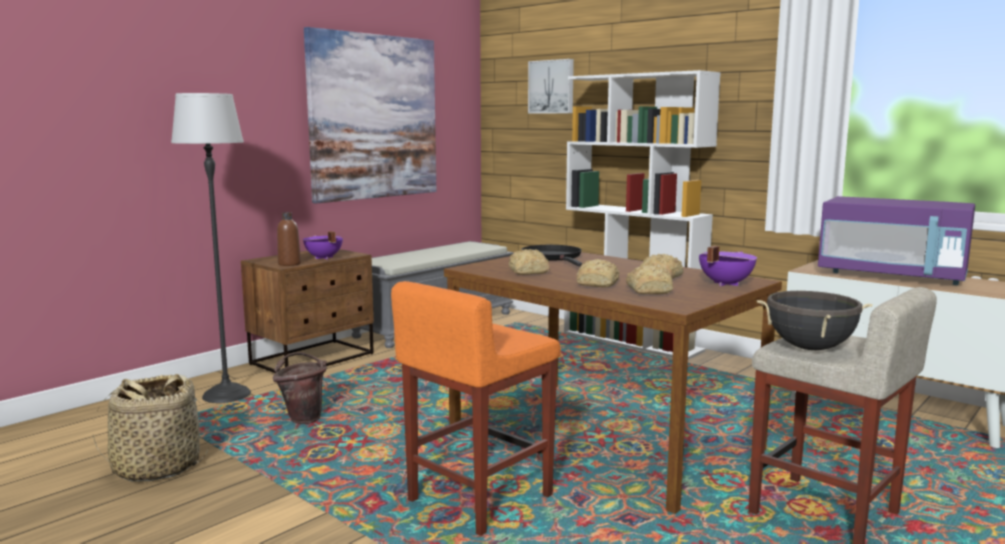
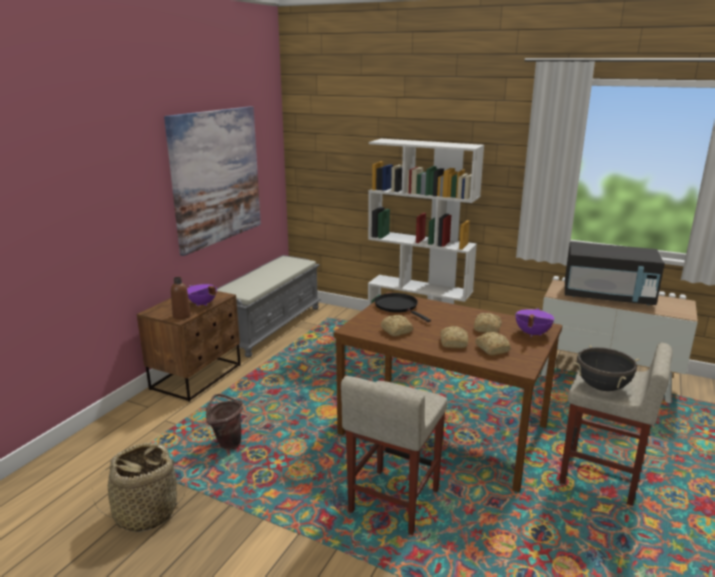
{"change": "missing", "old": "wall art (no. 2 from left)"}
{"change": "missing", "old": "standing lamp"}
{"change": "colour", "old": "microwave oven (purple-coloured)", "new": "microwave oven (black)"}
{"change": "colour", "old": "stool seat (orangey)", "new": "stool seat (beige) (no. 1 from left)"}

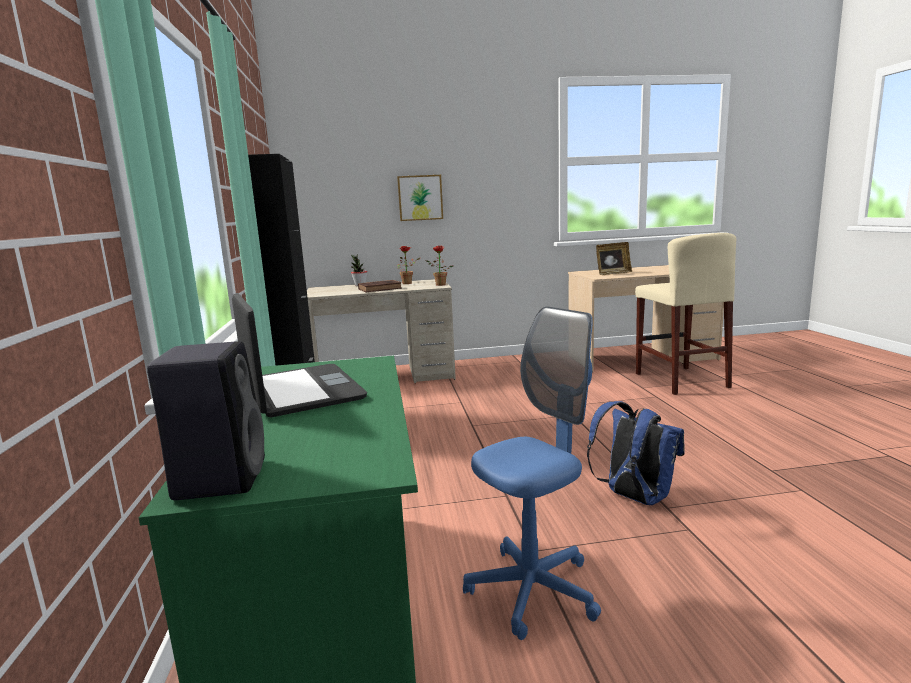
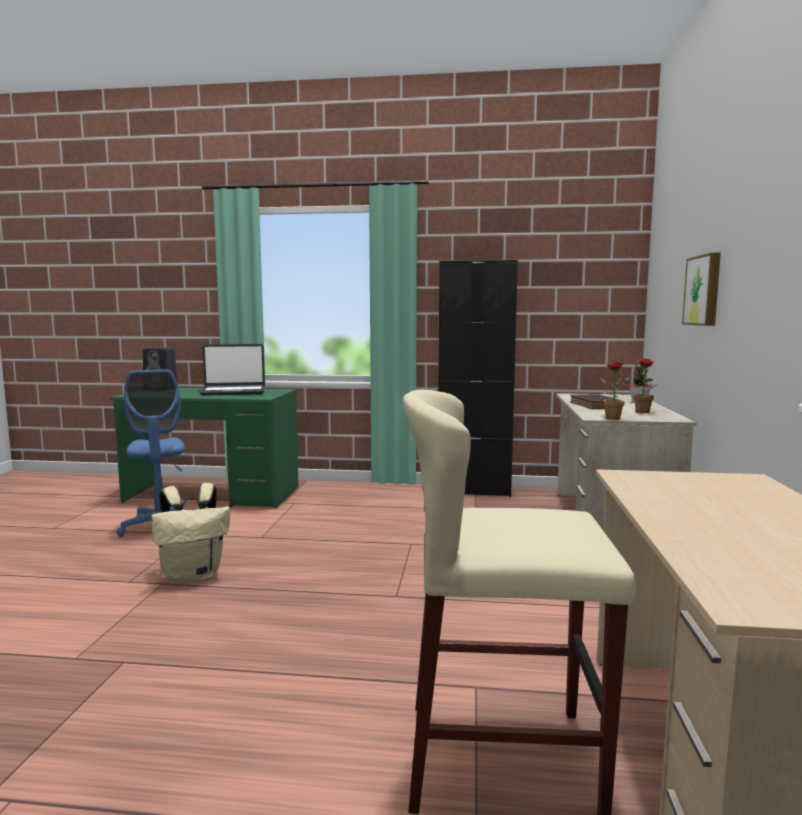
{"change": "missing", "old": "picture frame"}
{"change": "colour", "old": "rucksack (bluish)", "new": "rucksack (beige)"}

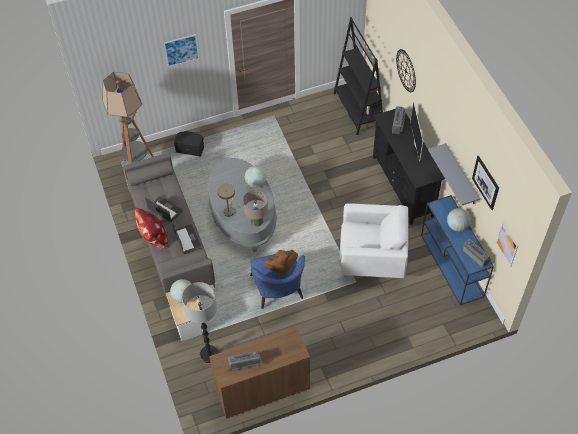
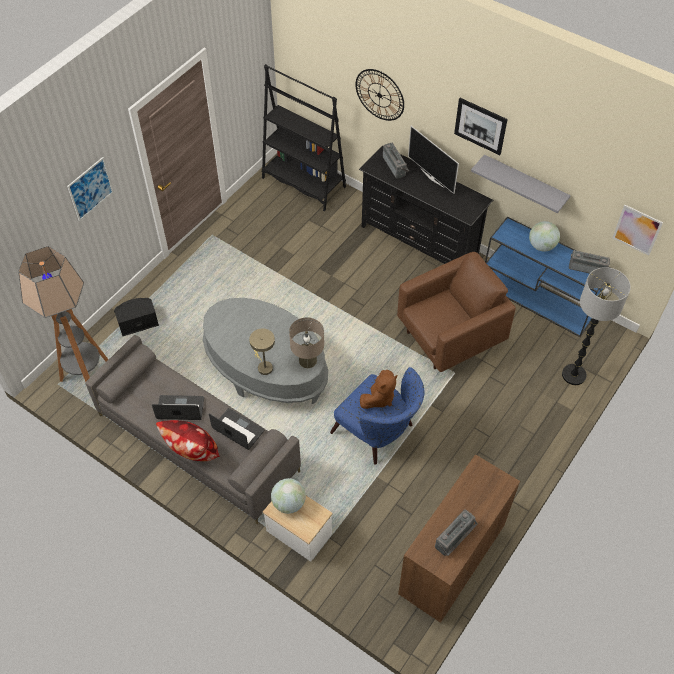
{"change": "relocated", "old": "wall art (no. 2 from left)"}
{"change": "missing", "old": "world globe (no. 2 from left)"}
{"change": "colour", "old": "lounge chair (white-coloured)", "new": "lounge chair (brown)"}
{"change": "relocated", "old": "standing lamp (no. 2 from left)"}

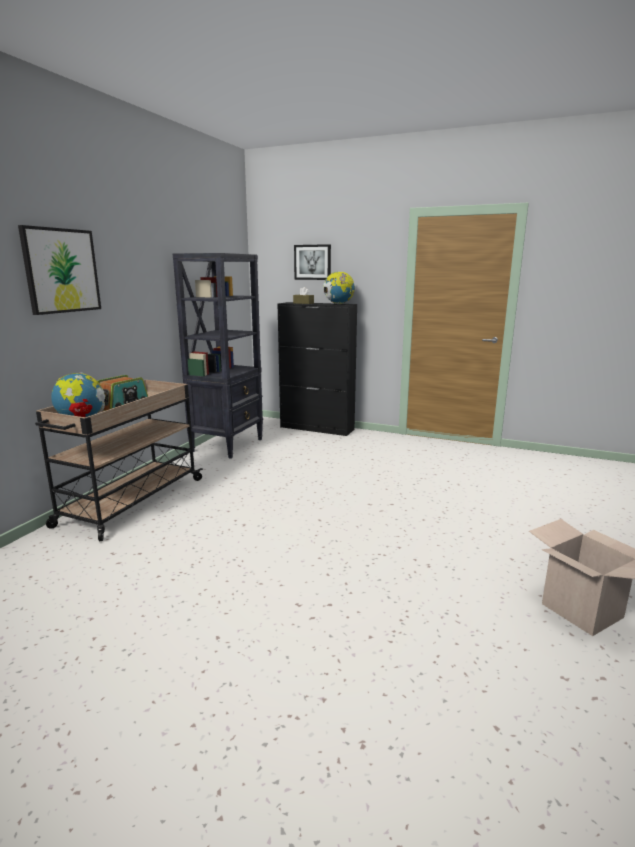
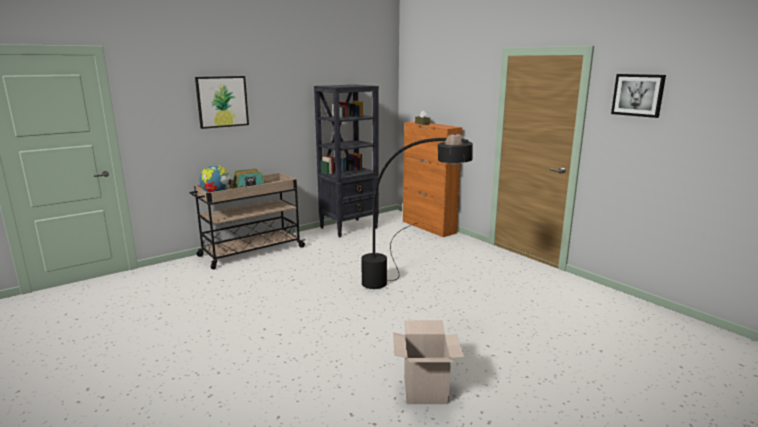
{"change": "relocated", "old": "wall art (no. 2 from left)"}
{"change": "missing", "old": "world globe (no. 2 from left)"}
{"change": "colour", "old": "storage cabinet (black)", "new": "storage cabinet (orangey)"}
{"change": "appeared", "new": "standing lamp (black)"}

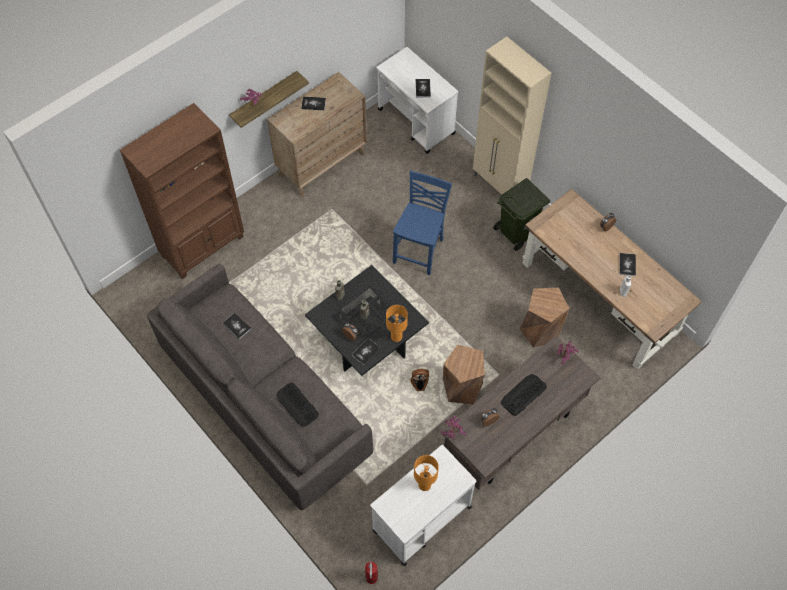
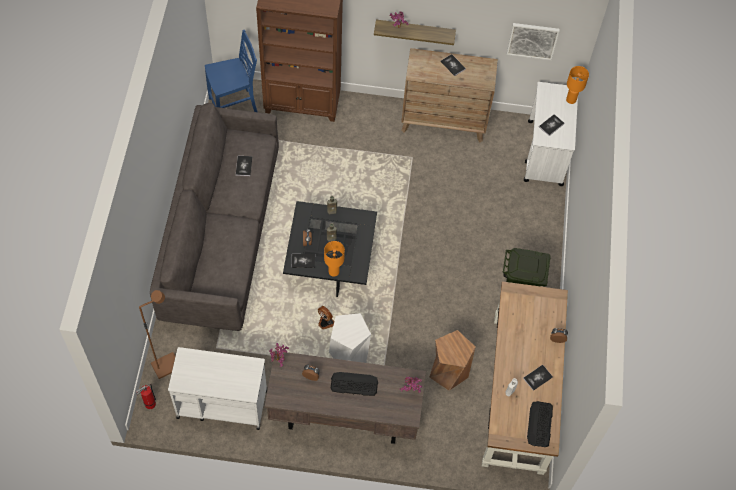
{"change": "missing", "old": "storage cabinet (beige)"}
{"change": "relocated", "old": "chair (bluish)"}
{"change": "colour", "old": "stool seat (brown) (no. 1 from left)", "new": "stool seat (white-coloured)"}
{"change": "relocated", "old": "PC keyboard (no. 1 from left in the first image)", "new": "PC keyboard (no. 2 from left)"}
{"change": "relocated", "old": "tabletop lamp (orangey) (no. 2 from left)"}
{"change": "appeared", "new": "wall art"}
{"change": "appeared", "new": "standing lamp (brown)"}

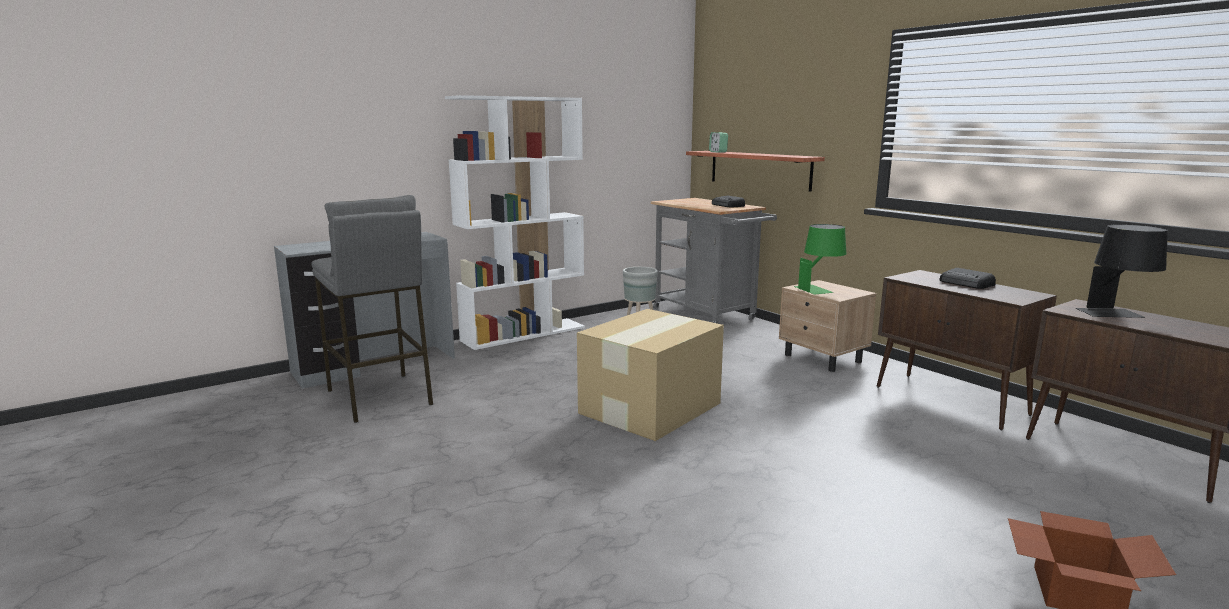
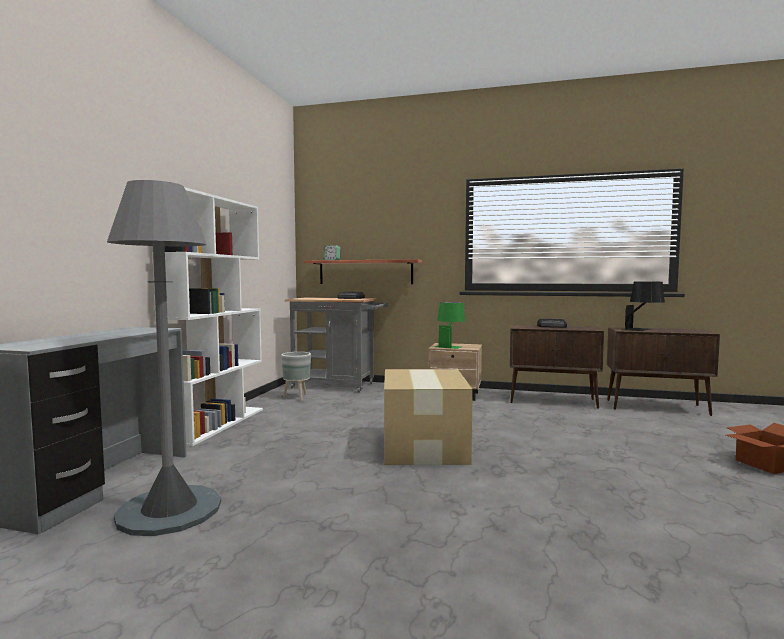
{"change": "exchanged", "old": "stool seat (gray)", "new": "standing lamp (gray)"}

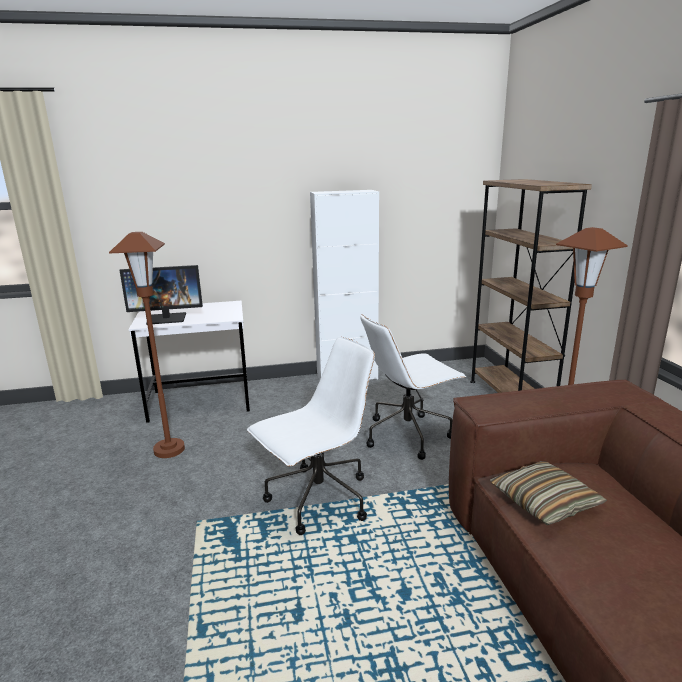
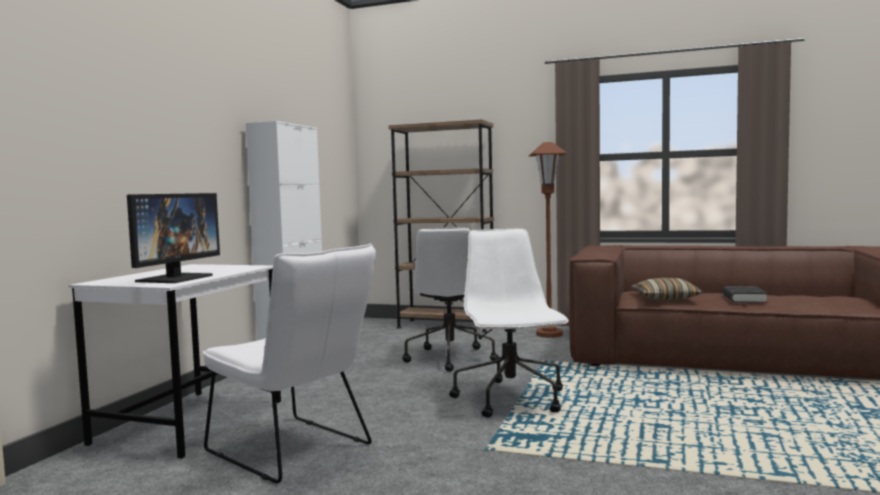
{"change": "exchanged", "old": "standing lamp (brown) (no. 1 from left)", "new": "chair (white-coloured)"}
{"change": "appeared", "new": "book (black)"}

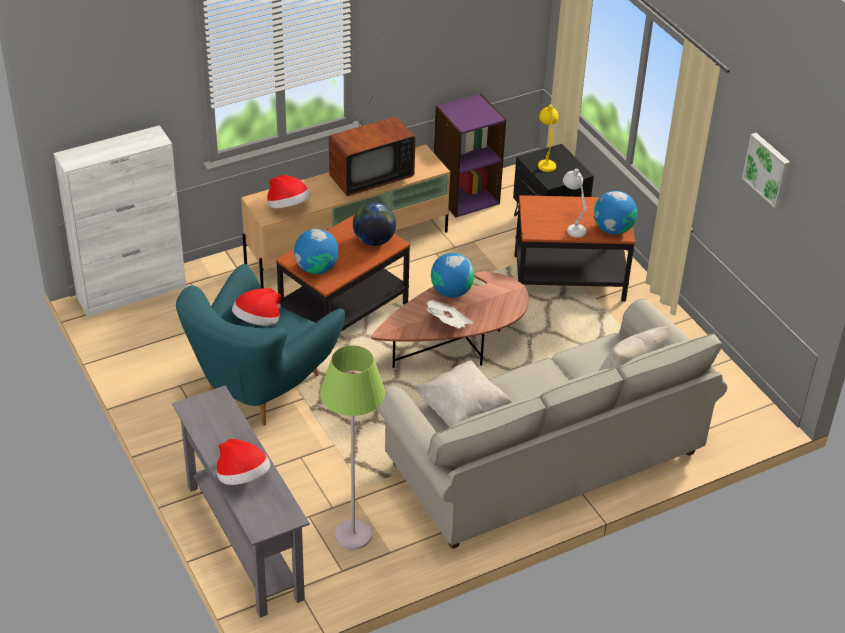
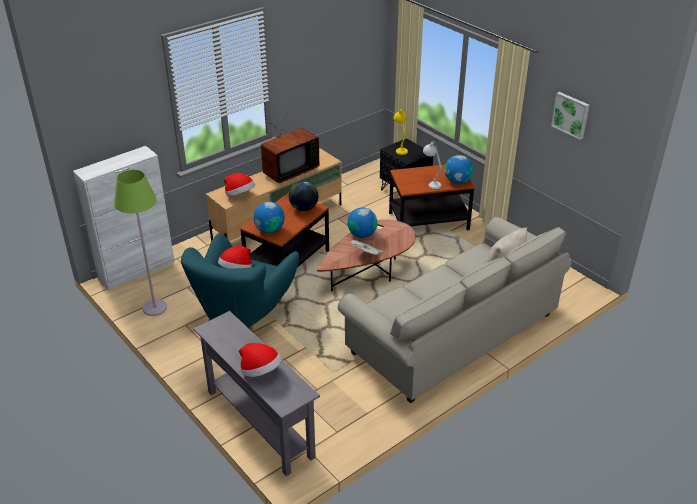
{"change": "missing", "old": "bookcase (purple-coloured)"}
{"change": "relocated", "old": "standing lamp (green)"}
{"change": "missing", "old": "cushion (beige) (no. 1 from left)"}

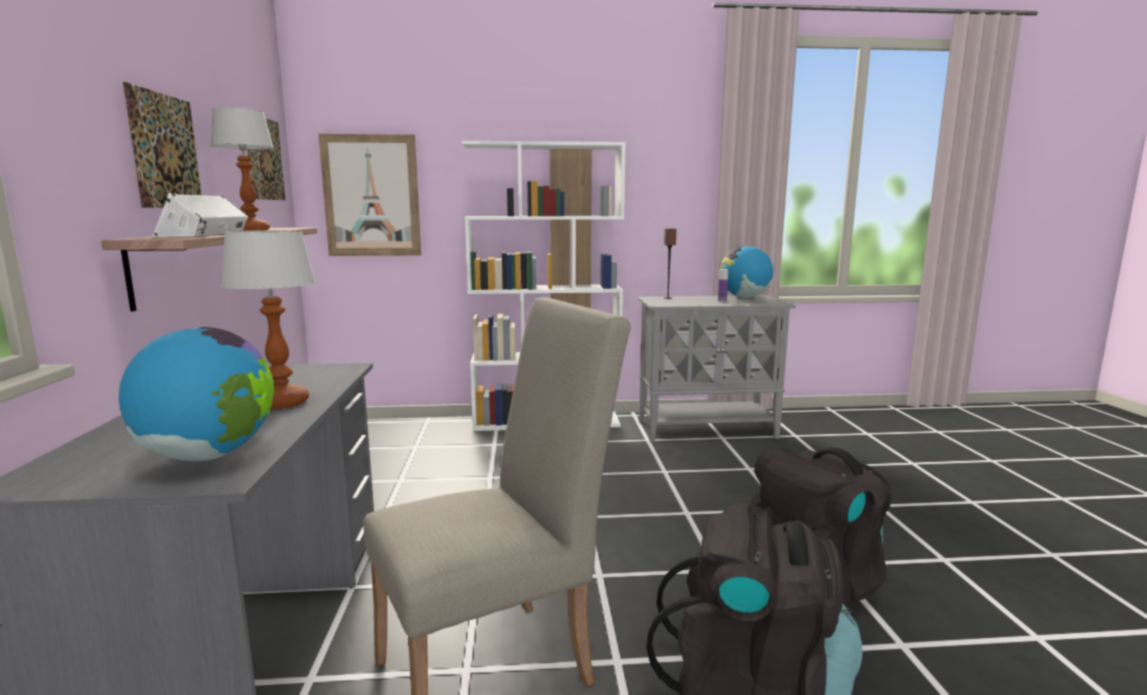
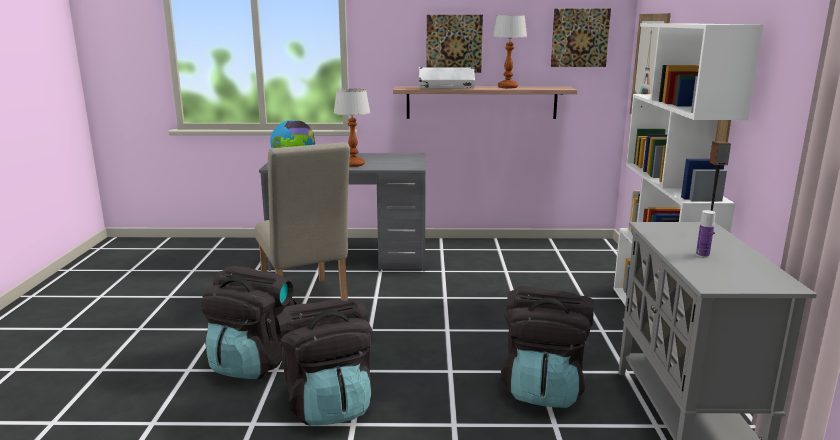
{"change": "missing", "old": "world globe (no. 2 from left)"}
{"change": "appeared", "new": "rucksack (black) (no. 3 from left)"}

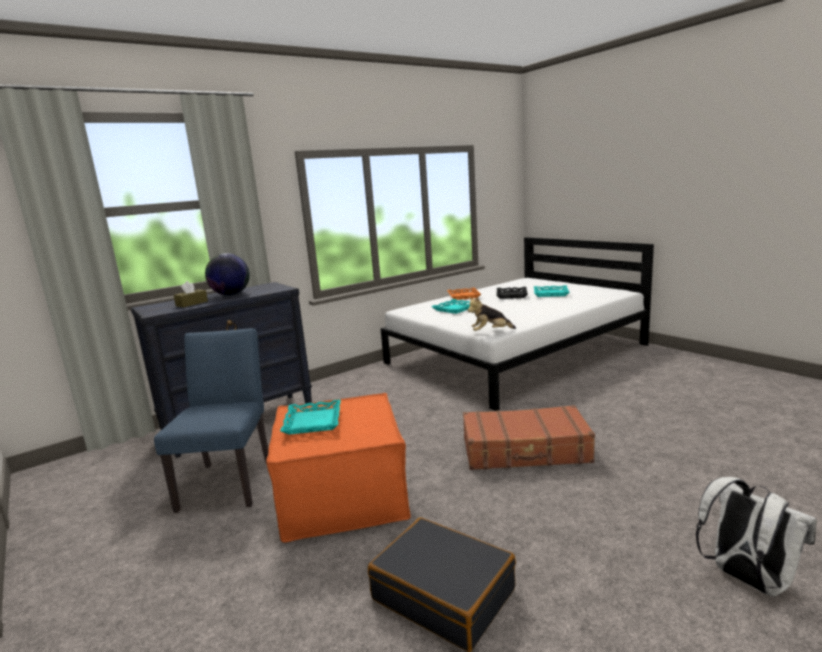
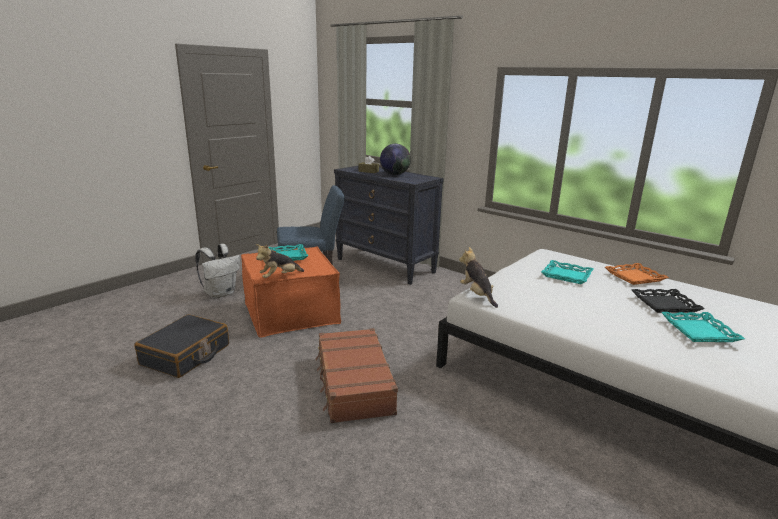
{"change": "relocated", "old": "rucksack (white-coloured)"}
{"change": "appeared", "new": "cuddly toy (no. 1 from left)"}

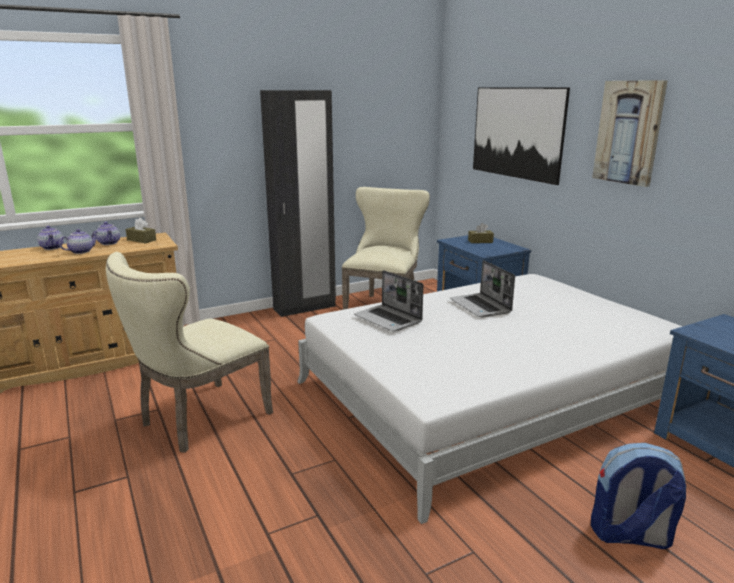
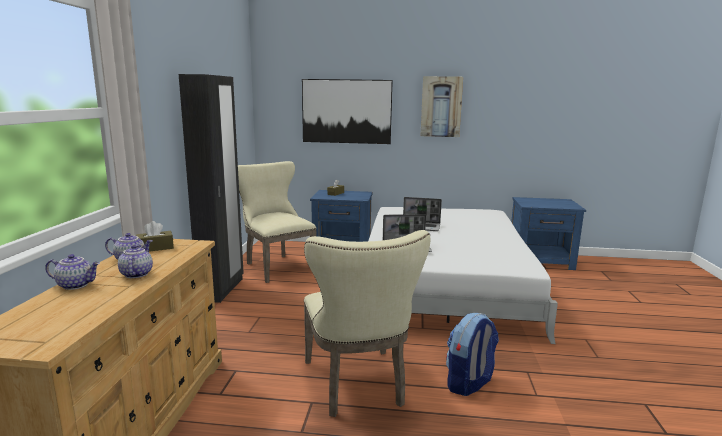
{"change": "relocated", "old": "rucksack"}

